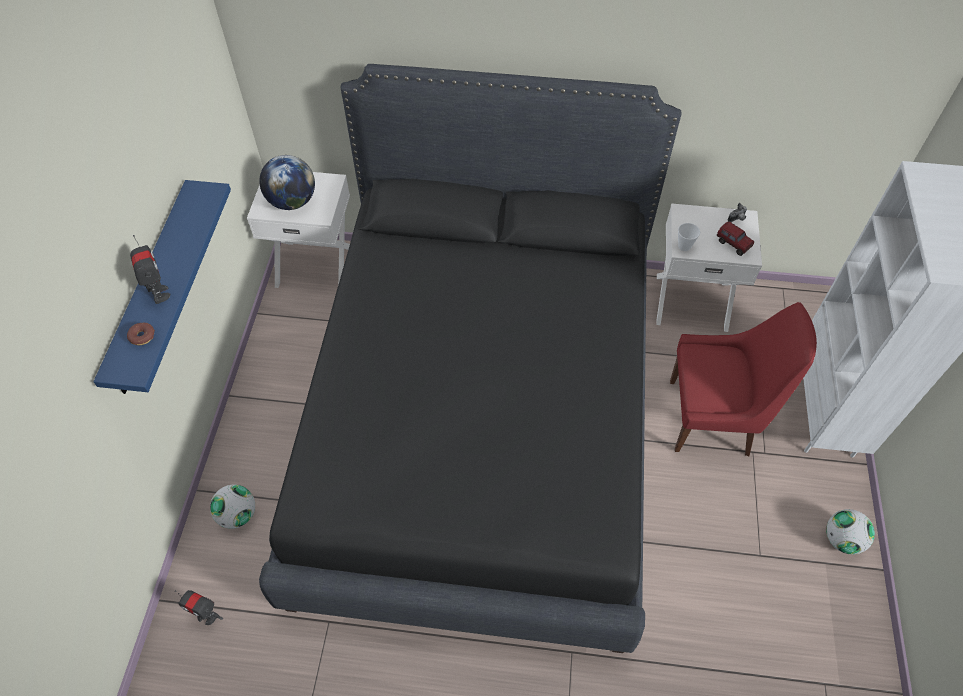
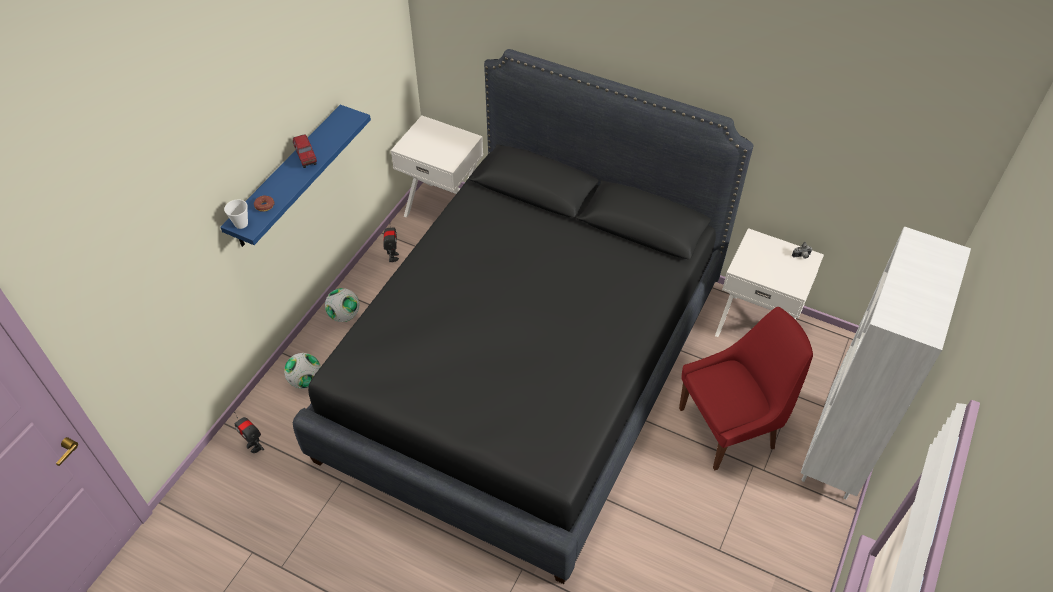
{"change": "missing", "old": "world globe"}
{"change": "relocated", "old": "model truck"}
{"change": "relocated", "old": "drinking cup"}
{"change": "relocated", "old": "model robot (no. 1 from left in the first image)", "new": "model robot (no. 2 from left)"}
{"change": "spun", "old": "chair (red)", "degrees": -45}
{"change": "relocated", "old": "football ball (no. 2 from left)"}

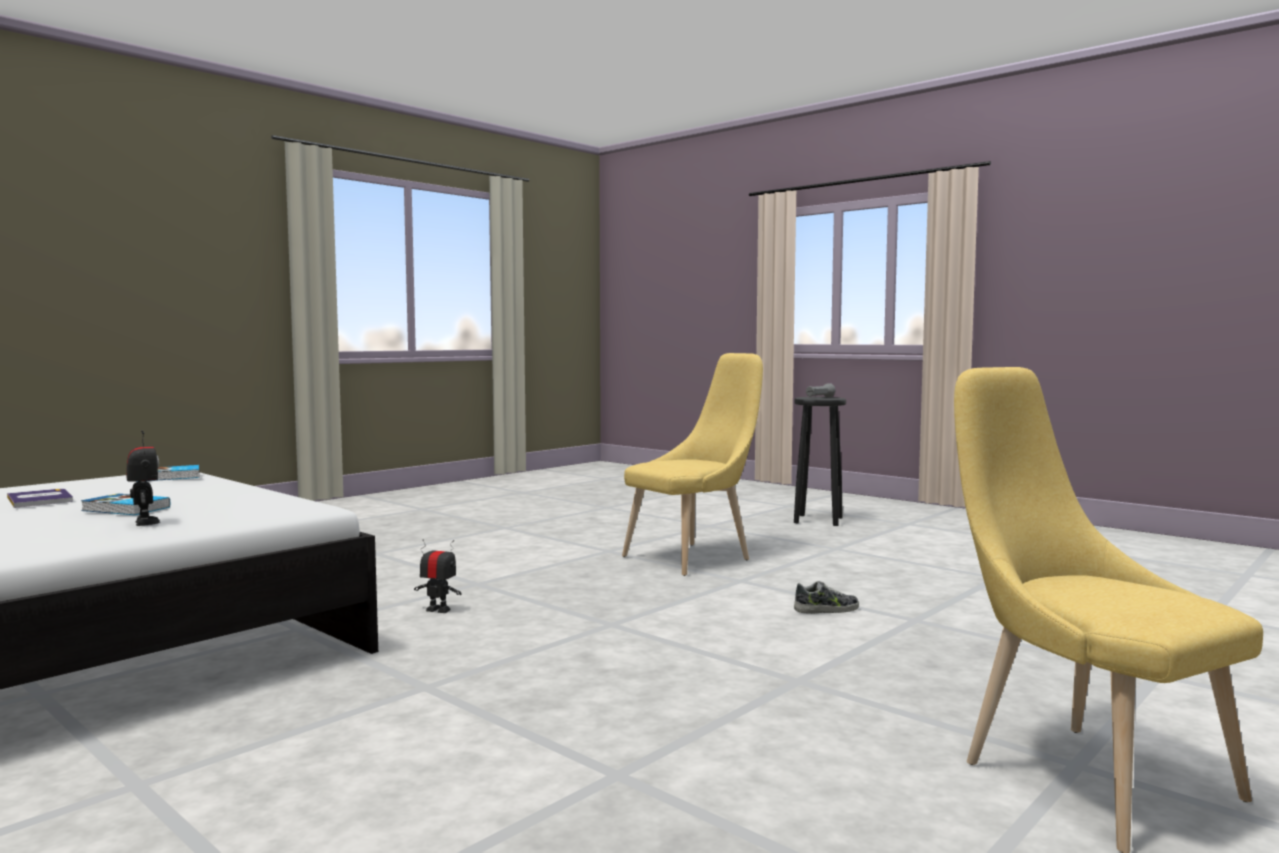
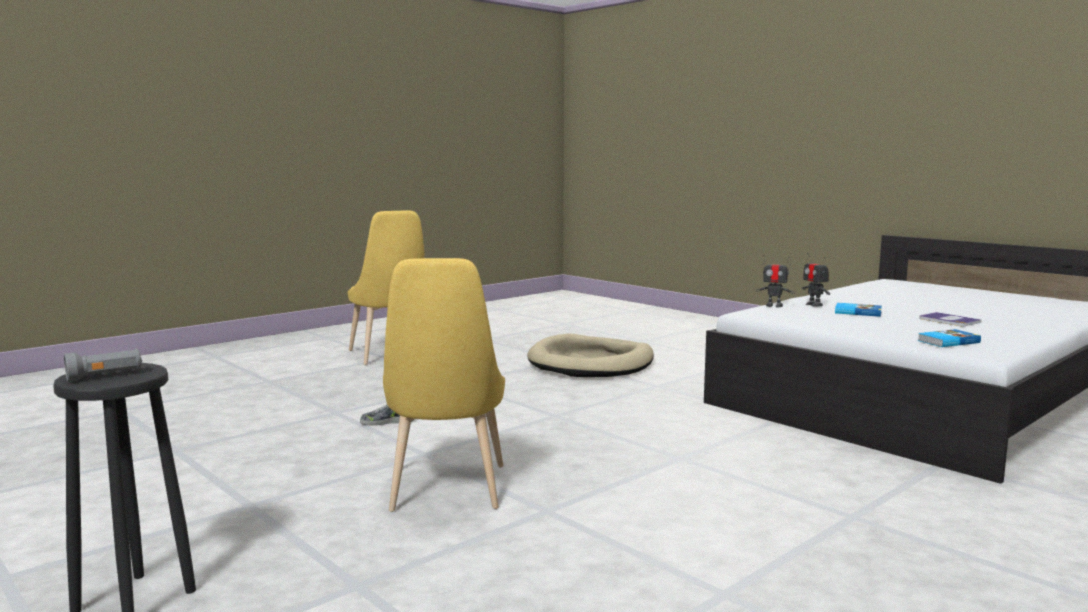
{"change": "spun", "old": "chair (yellow) (no. 1 from left in the first image)", "degrees": -60}
{"change": "relocated", "old": "model robot (no. 2 from left in the first image)", "new": "model robot (no. 1 from left)"}
{"change": "appeared", "new": "pet bed (beige)"}

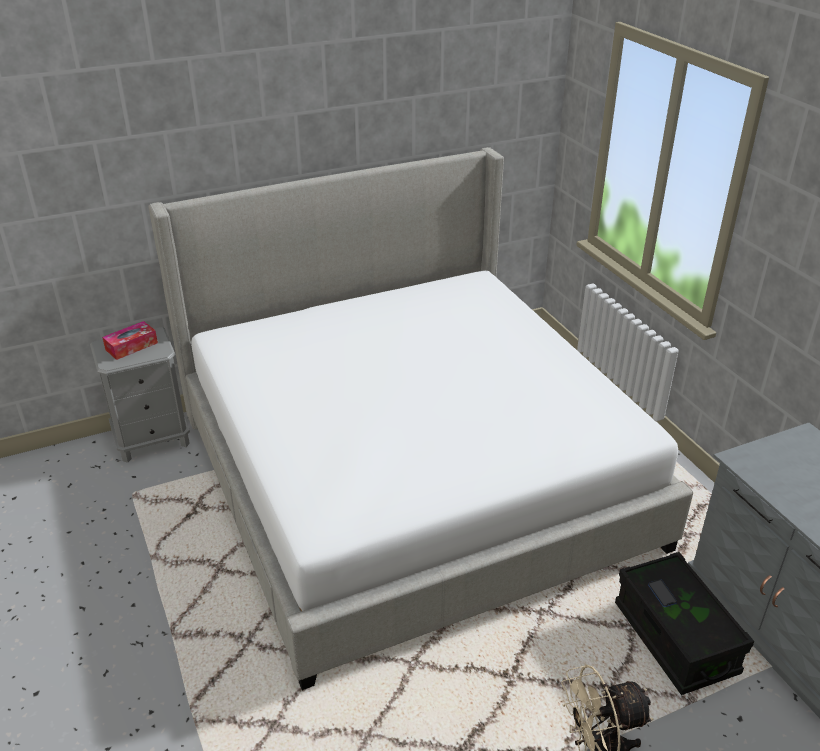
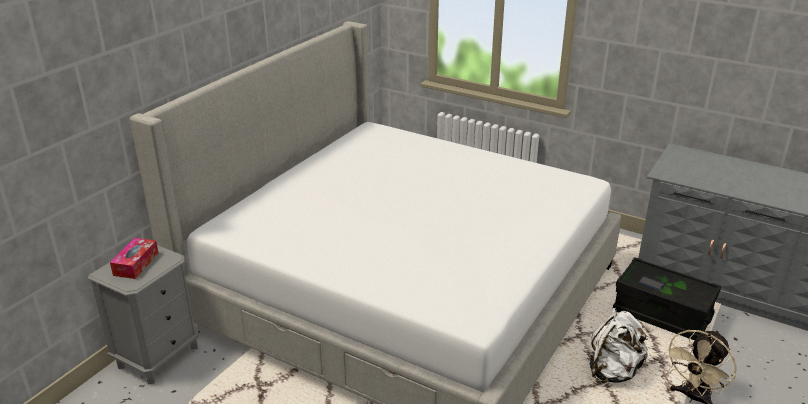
{"change": "appeared", "new": "rucksack (white-coloured)"}

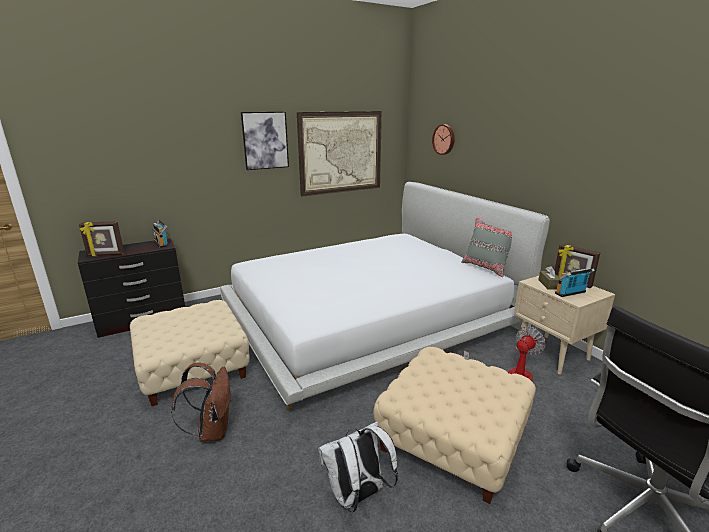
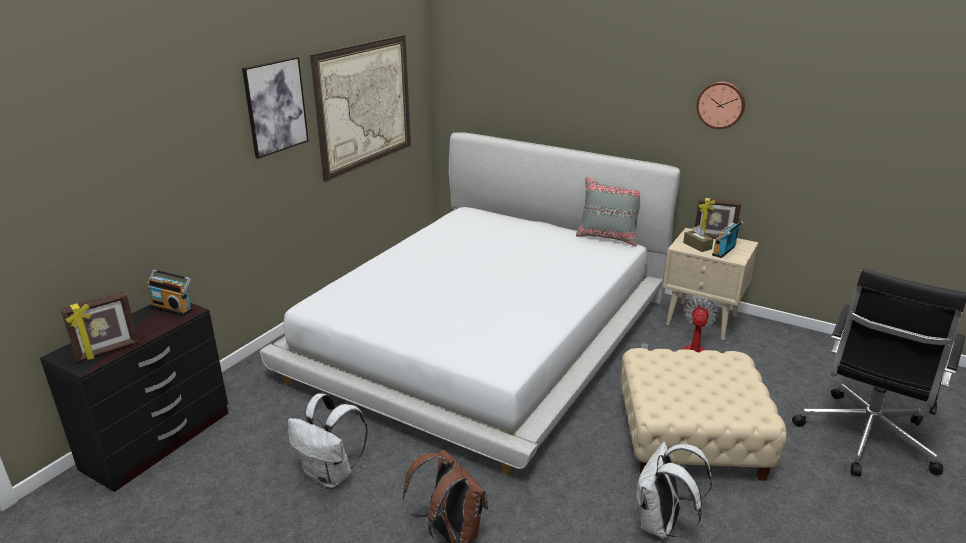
{"change": "relocated", "old": "hanging clock"}
{"change": "exchanged", "old": "footrest (beige) (no. 1 from left)", "new": "rucksack (white-coloured) (no. 1 from left)"}

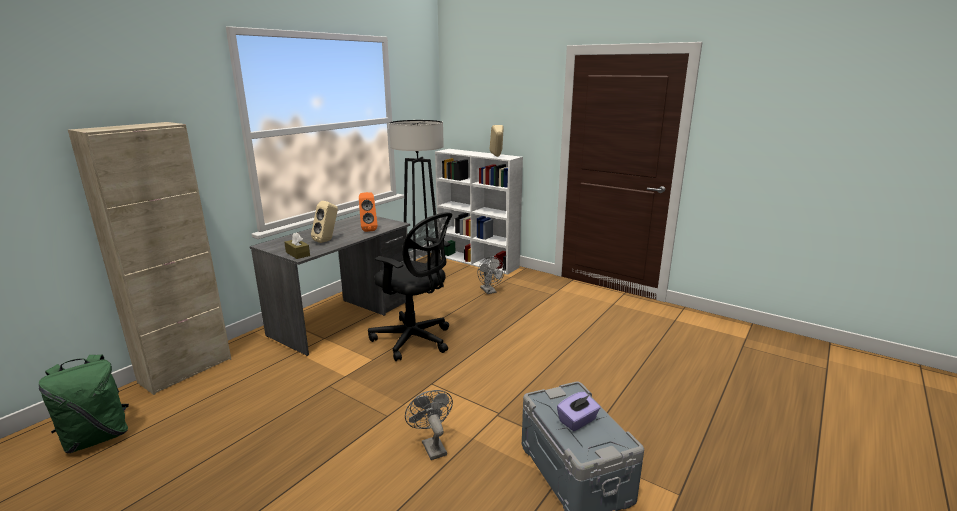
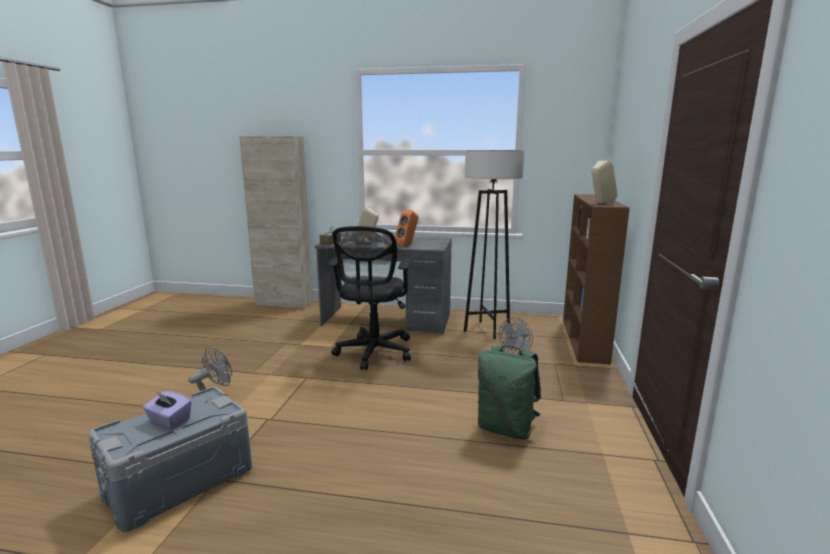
{"change": "colour", "old": "bookcase (white-coloured)", "new": "bookcase (brown)"}
{"change": "relocated", "old": "rucksack (green)"}

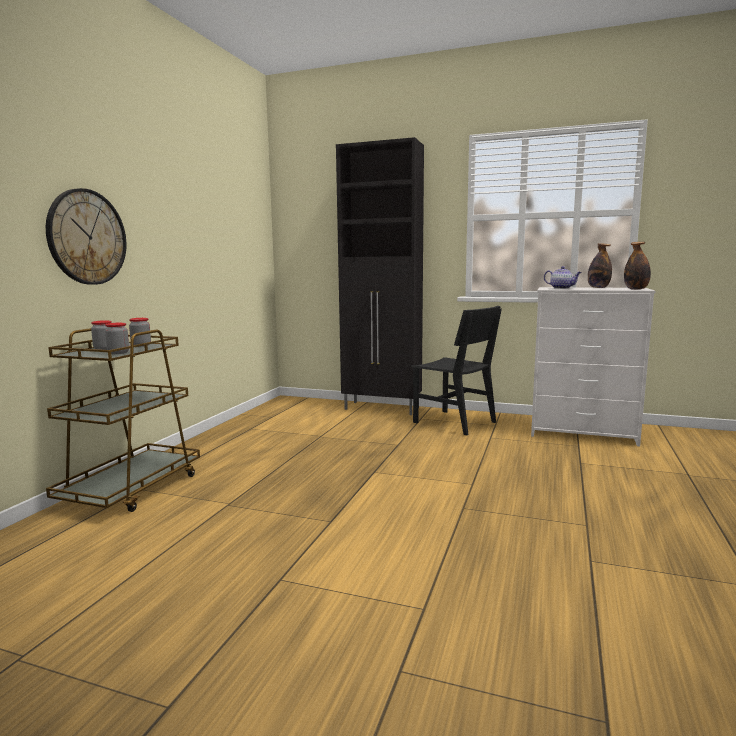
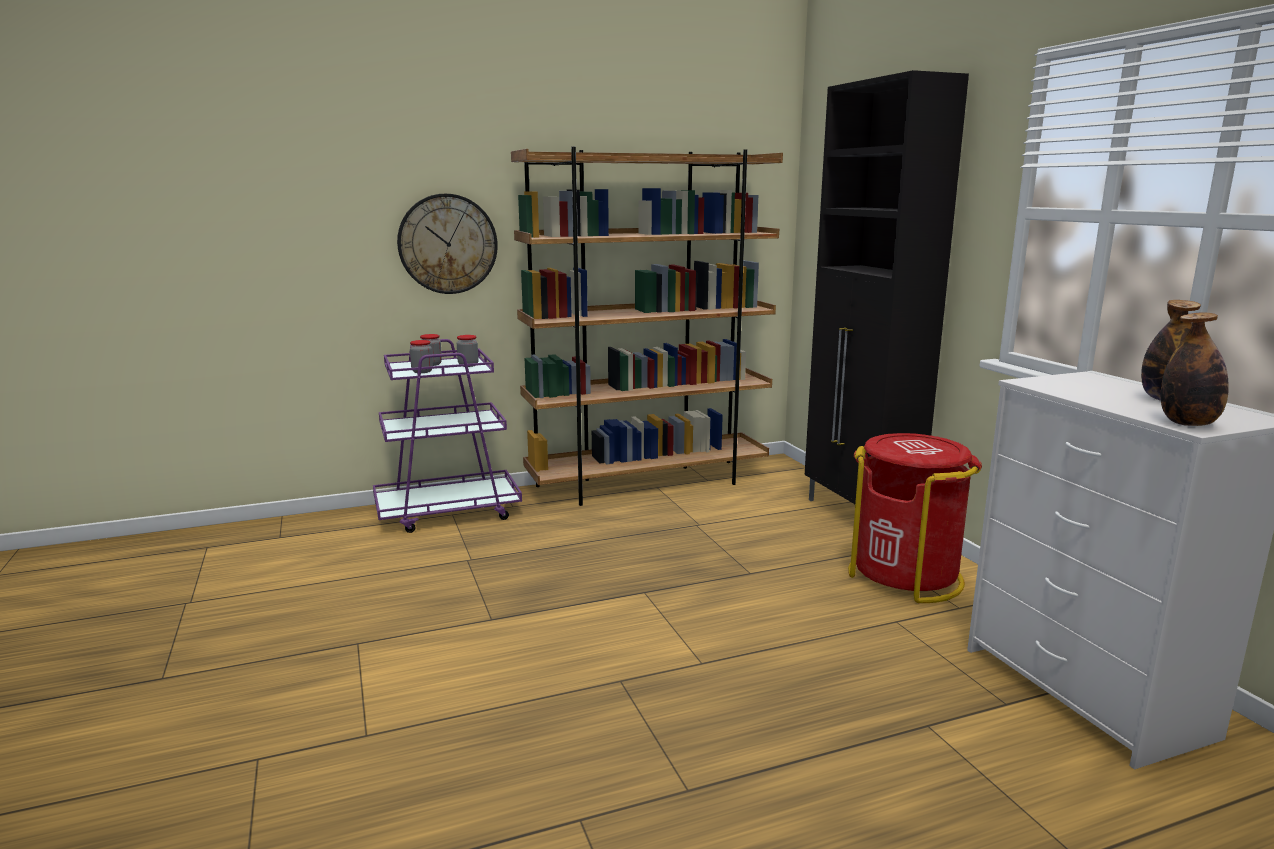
{"change": "missing", "old": "tea pot"}
{"change": "exchanged", "old": "chair (black)", "new": "trash can (red)"}
{"change": "colour", "old": "cart (brown)", "new": "cart (purple-coloured)"}
{"change": "appeared", "new": "bookcase (brown)"}

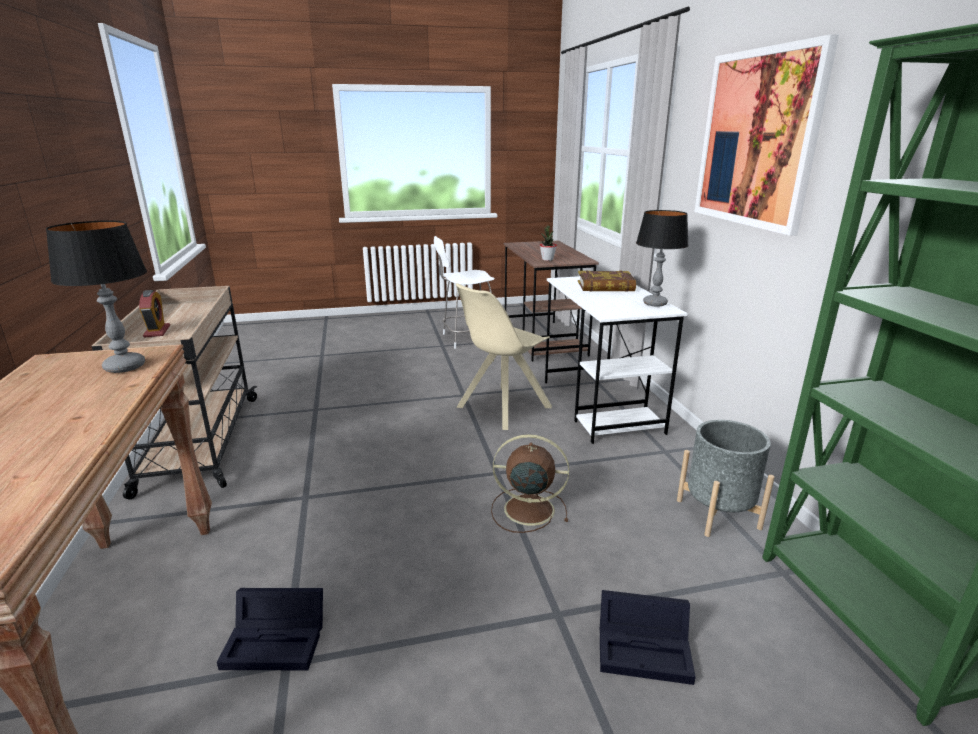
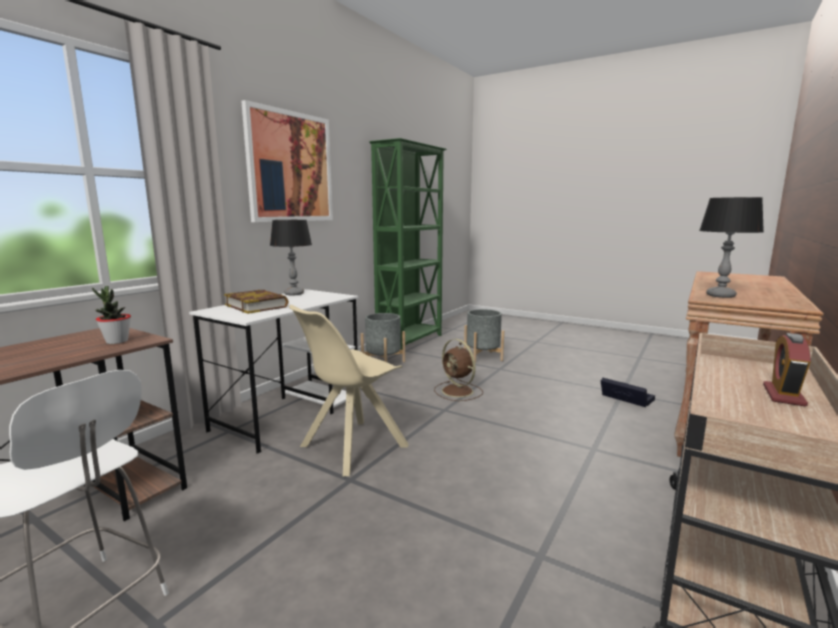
{"change": "spun", "old": "chair (beige)", "degrees": 135}
{"change": "exchanged", "old": "storage container (black) (no. 2 from left)", "new": "planter (gray) (no. 2 from left)"}

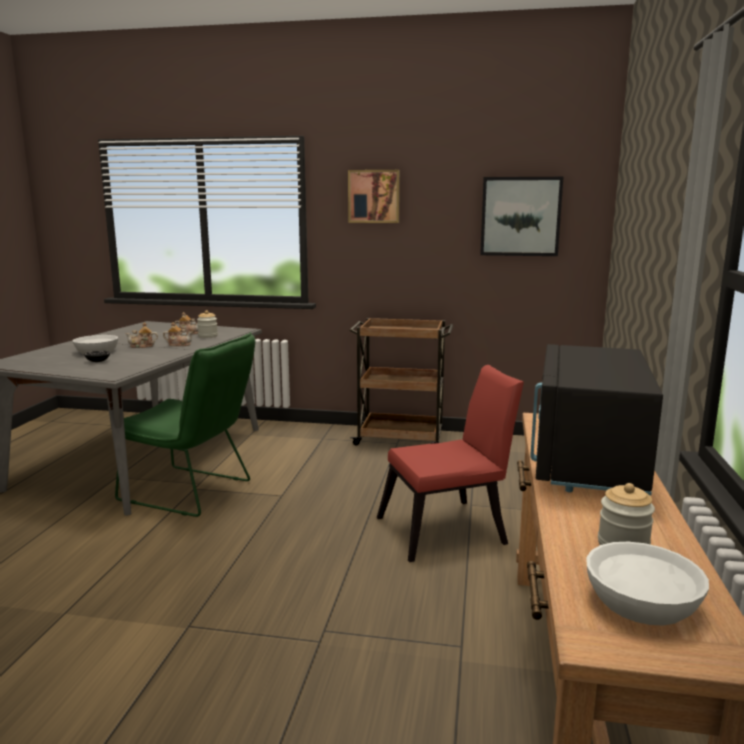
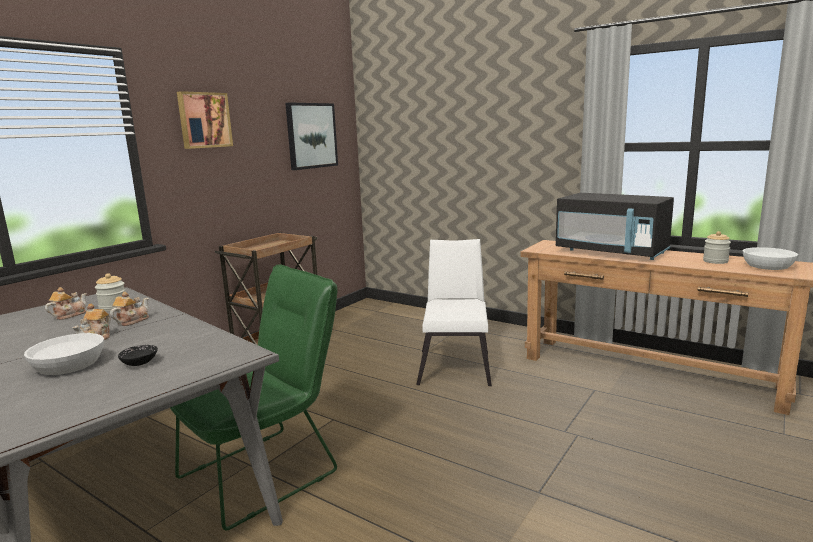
{"change": "colour", "old": "chair (red)", "new": "chair (white-coloured)"}

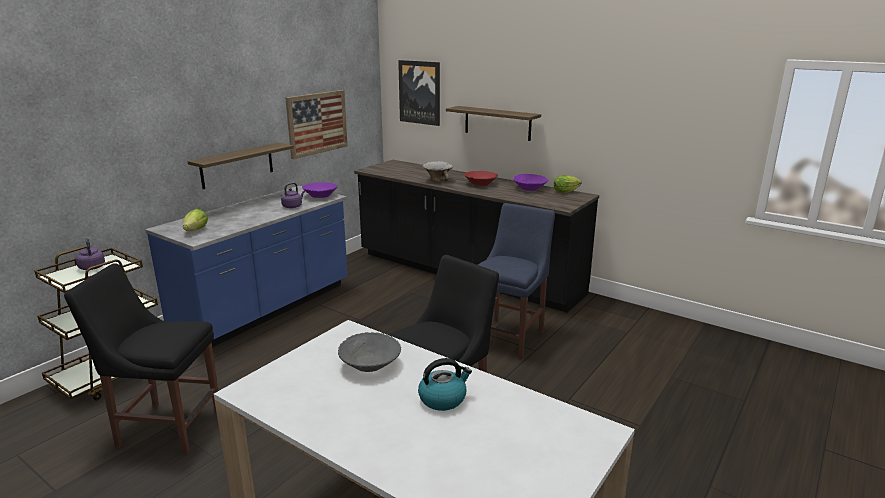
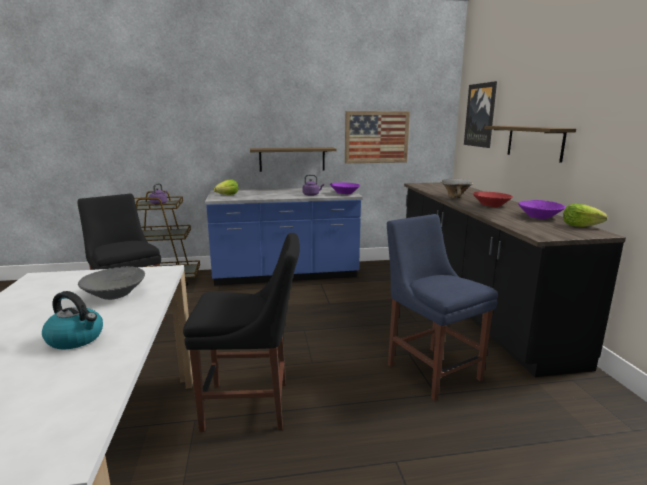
{"change": "spun", "old": "chair (bluish)", "degrees": -105}

